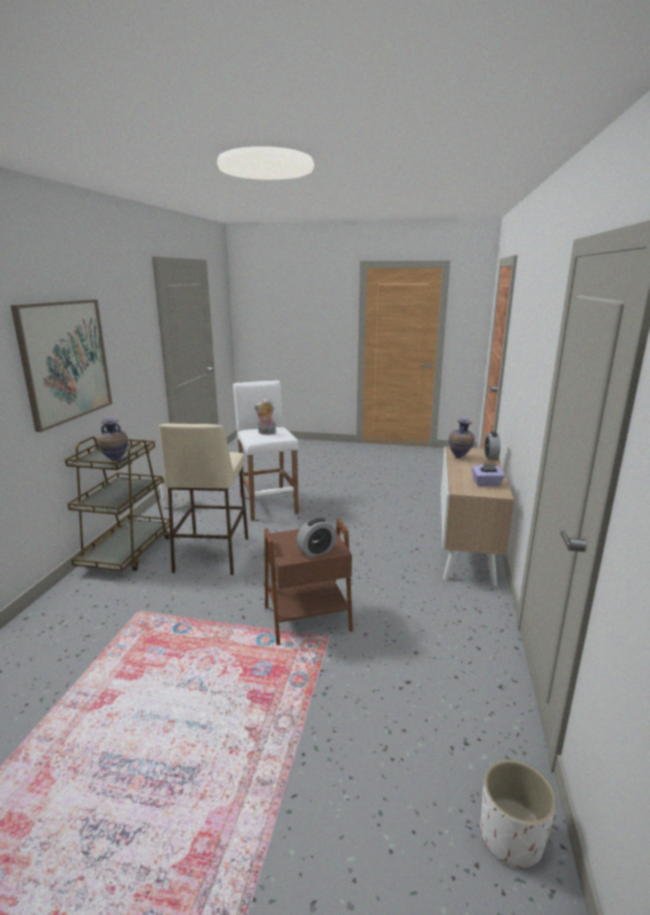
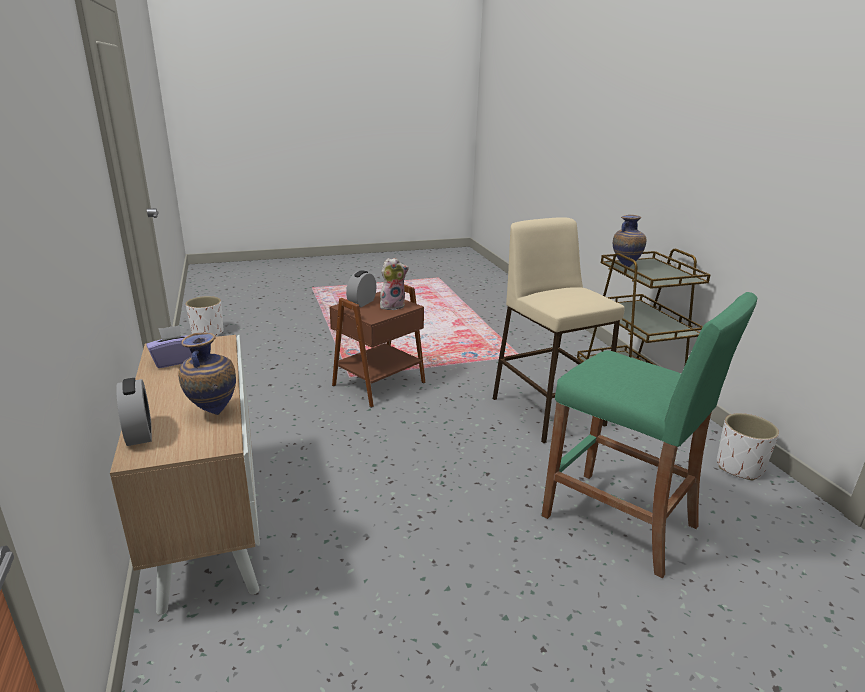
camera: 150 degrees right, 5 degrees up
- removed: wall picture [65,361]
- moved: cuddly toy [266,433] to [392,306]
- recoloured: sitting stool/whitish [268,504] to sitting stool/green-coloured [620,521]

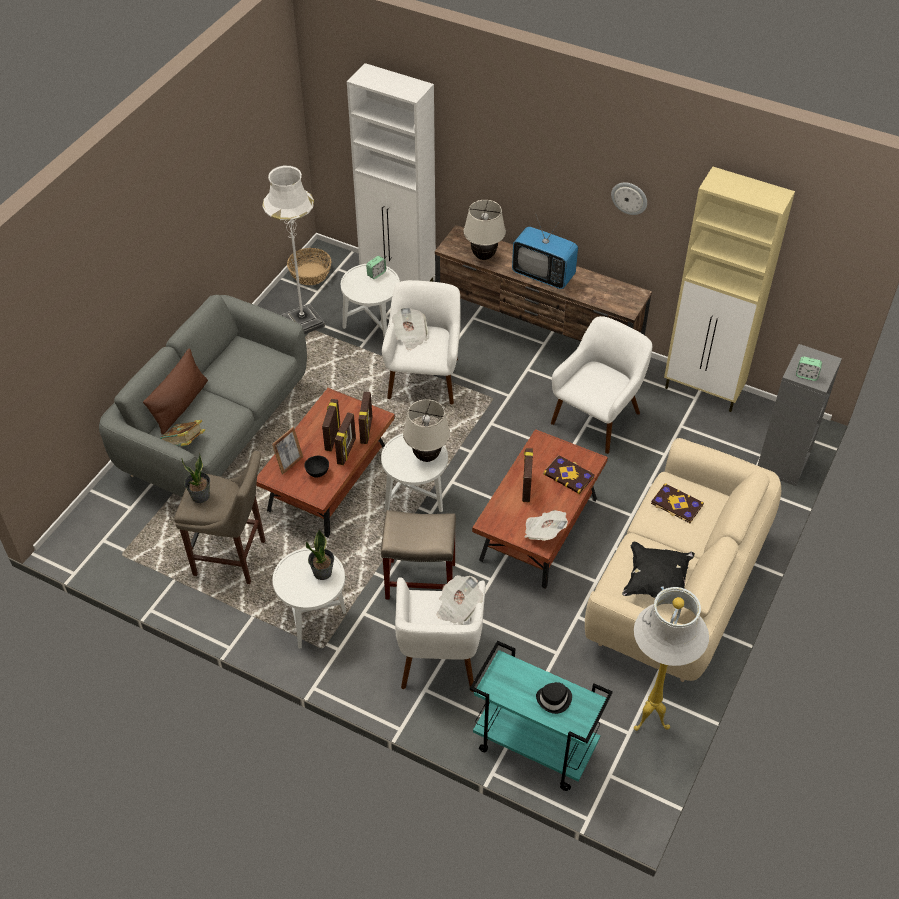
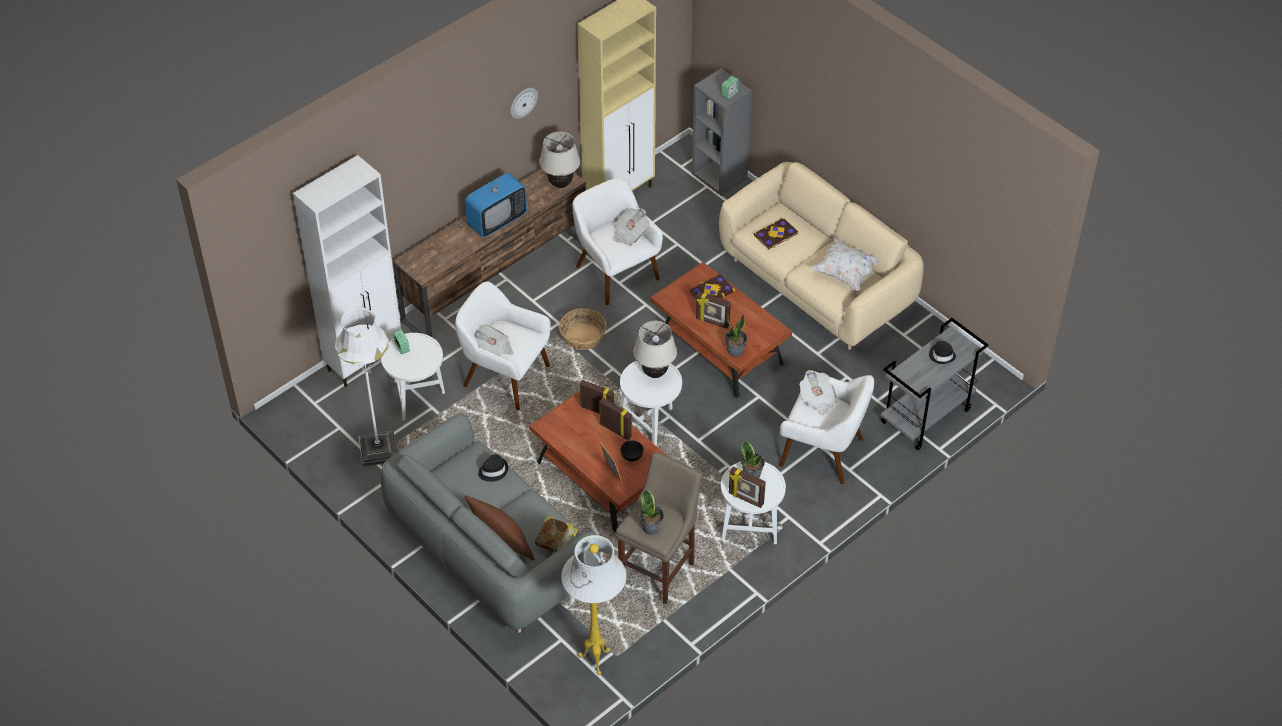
camera: 70 degrees left, 0 degrees up
- removed: sitting stool/beige [419,580]
- added: clothing hat/blackish [493,470]
- added: plant in a pot [735,351]
- moved: basket [310,274] to [582,337]
- moved: standing frame [332,437] to [745,499]
- moved: table lamp/beige [483,256] to [560,184]
- moved: daily paper [544,532] to [630,234]
- moved: standard lamp/whitish [649,722] to [596,661]
- recoloured: cart/turquoise-coloured [533,747] to cart/grey [926,417]
- recoloured: pillow/blackish [657,582] to pillow/whitish [845,272]

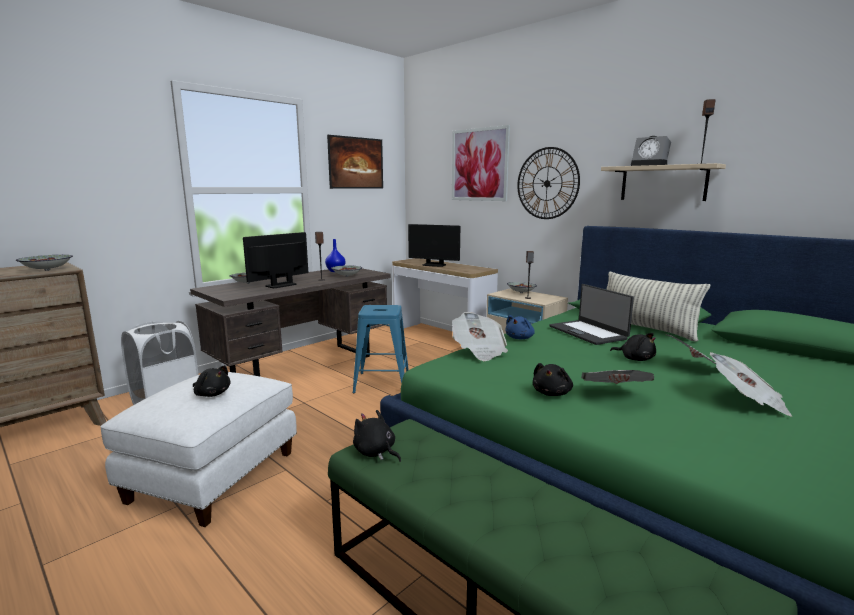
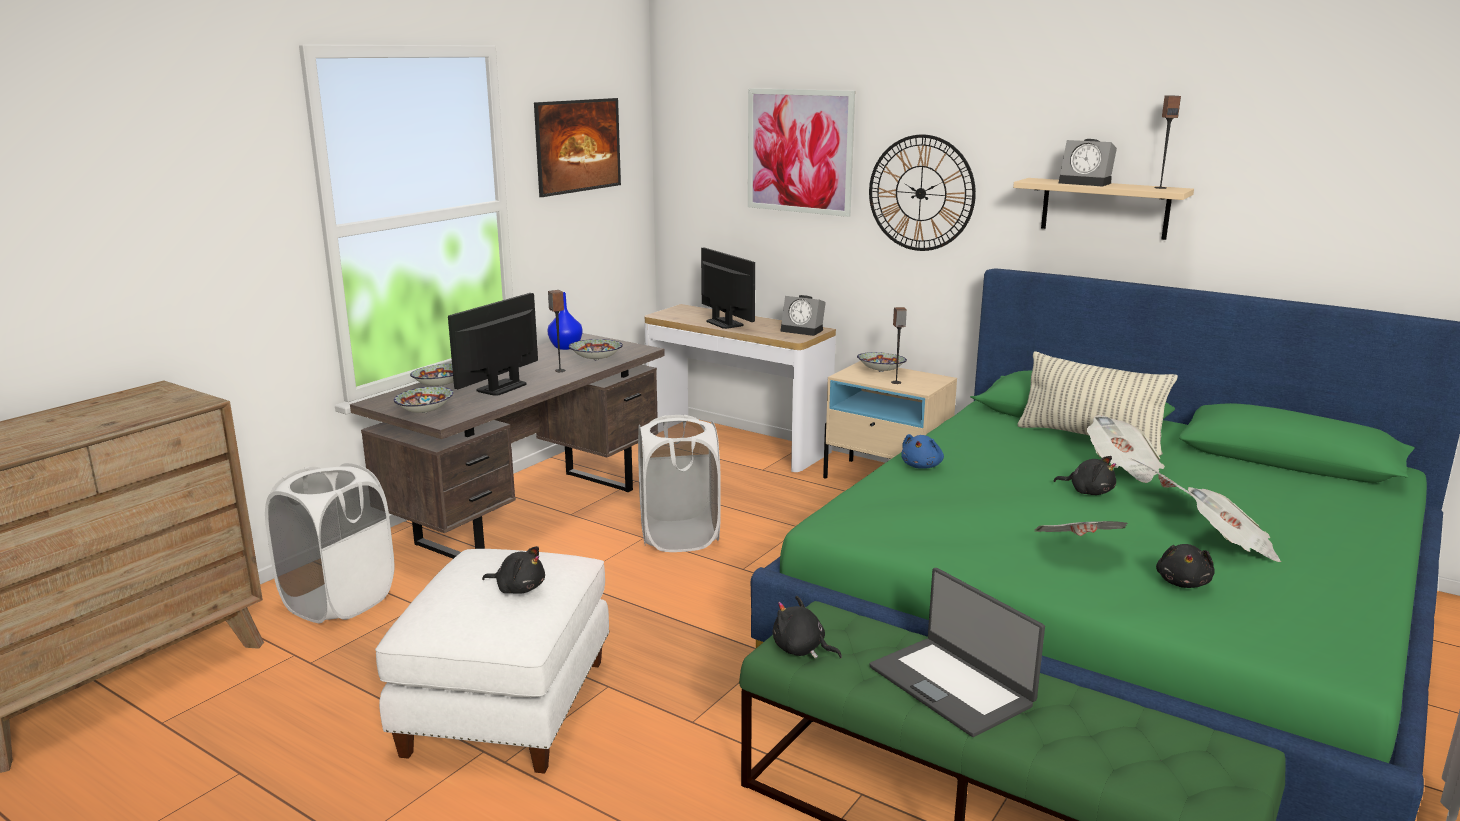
camera: 10 degrees left, 5 degrees up
- added: alarm clock [804,330]
- moved: deep dish [47,270] to [425,412]
- moved: daily paper [479,351] to [1123,468]
- moved: cuddly toy/blackish [552,393] to [1183,582]
- moved: portable computer [588,332] to [952,685]
- replaced: sitting stool/blue [382,383] to laundry basket/whitish [679,537]
- turned: computer screen [434,265] = [724,323] 135 degrees counterclockwise

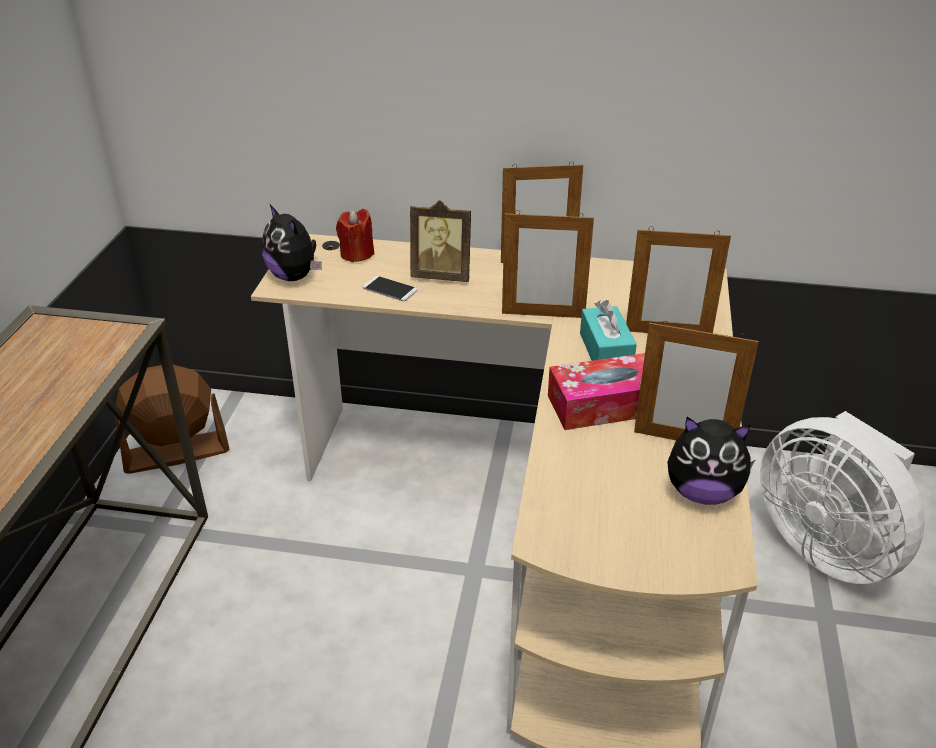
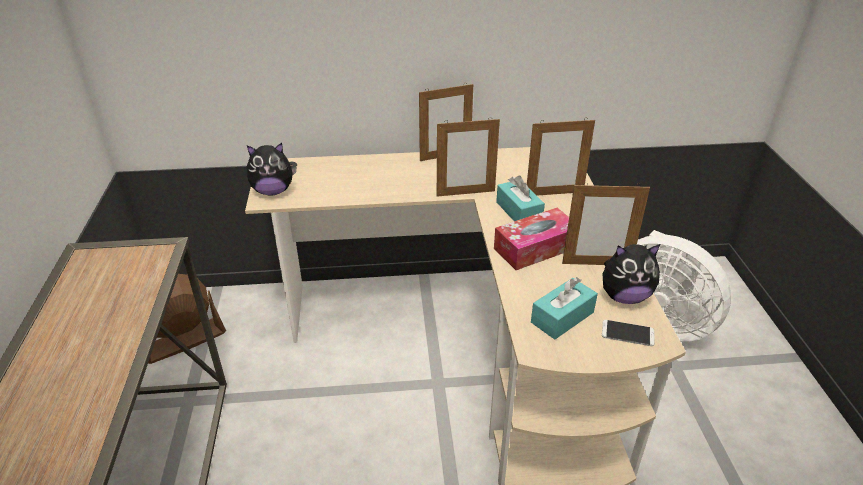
camera: 15 degrees left, 0 degrees up
- removed: wax candle/reddish [357,254]
- removed: standing frame [442,275]
- added: box of tissues/turquoise-coloured [562,317]
- moved: phone [390,289] to [627,333]
- turned: cuddly toy [294,276] = [273,191] 45 degrees counterclockwise

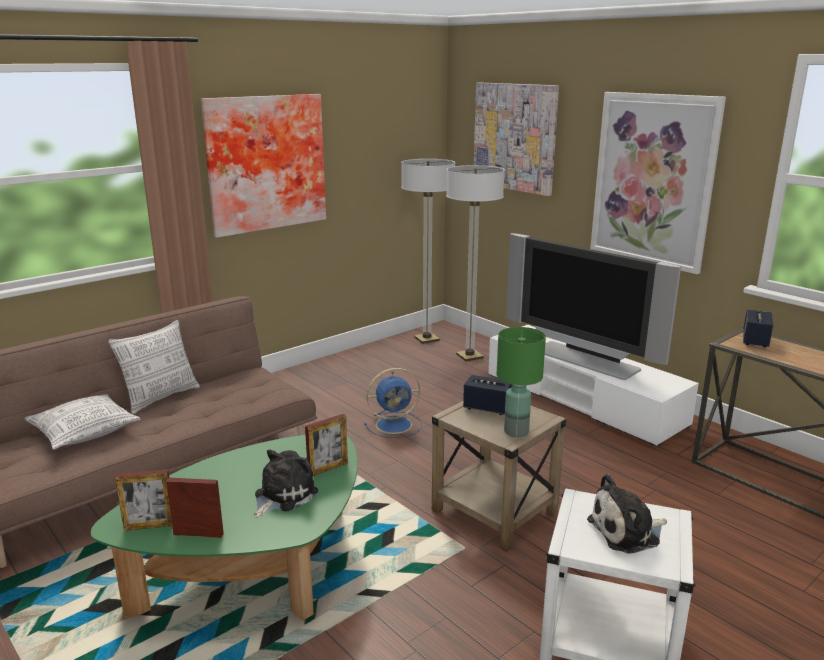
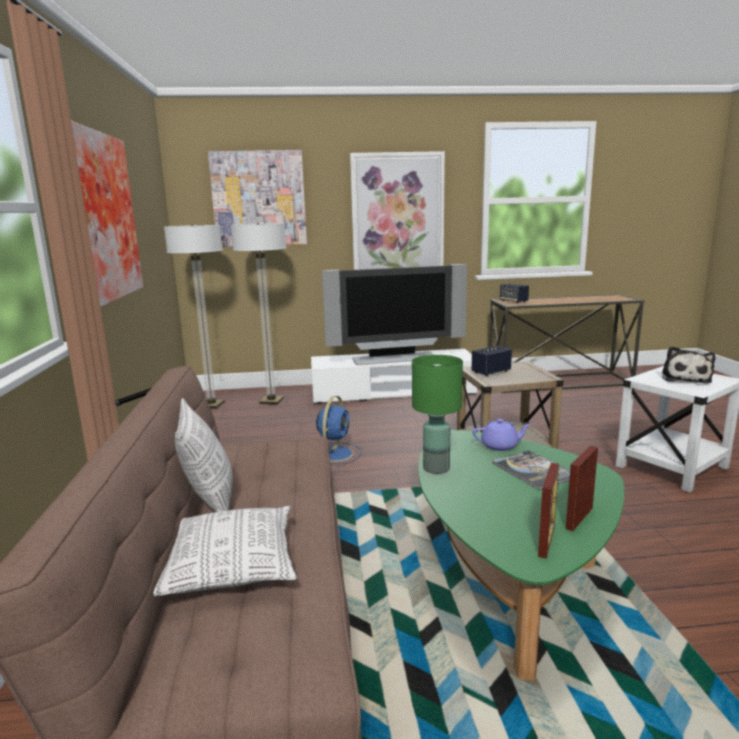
camera: 55 degrees left, 5 degrees down
- moved: table lamp/green-coloured [516,432] to [437,468]
- replaced: cuddly toy [282,495] to book [533,470]
- replaced: standing frame [328,468] to pot for tea/purplish [500,446]

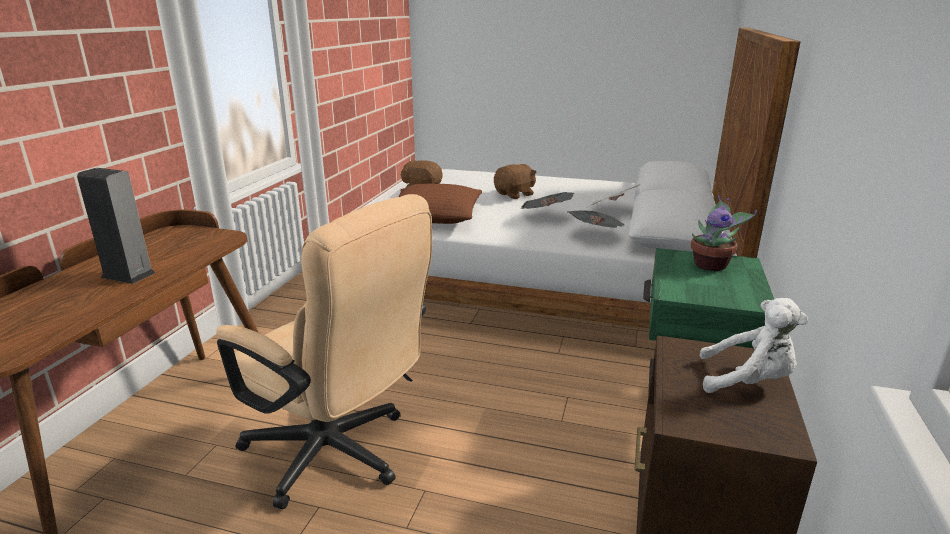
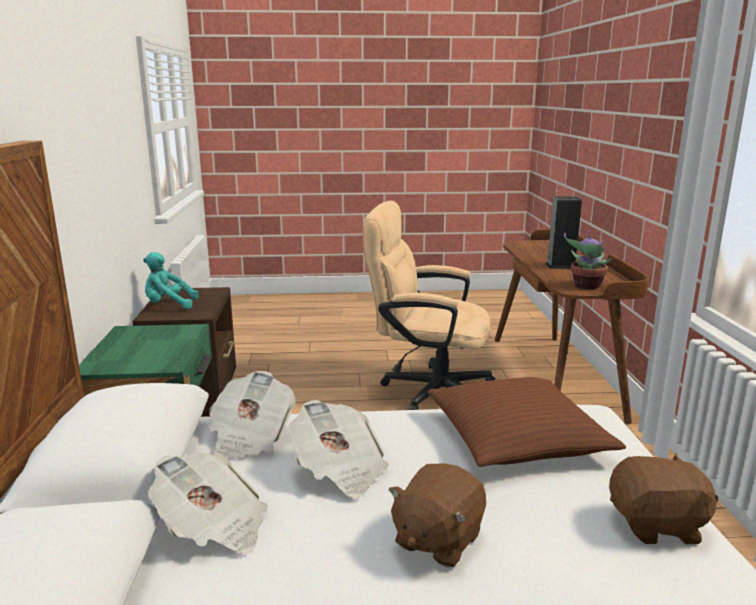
camera: 160 degrees right, 5 degrees down
- moved: plant in a pot [712,265] to [585,286]
- recoloured: cuddly toy/whitish [748,381] to cuddly toy/turquoise-coloured [168,305]

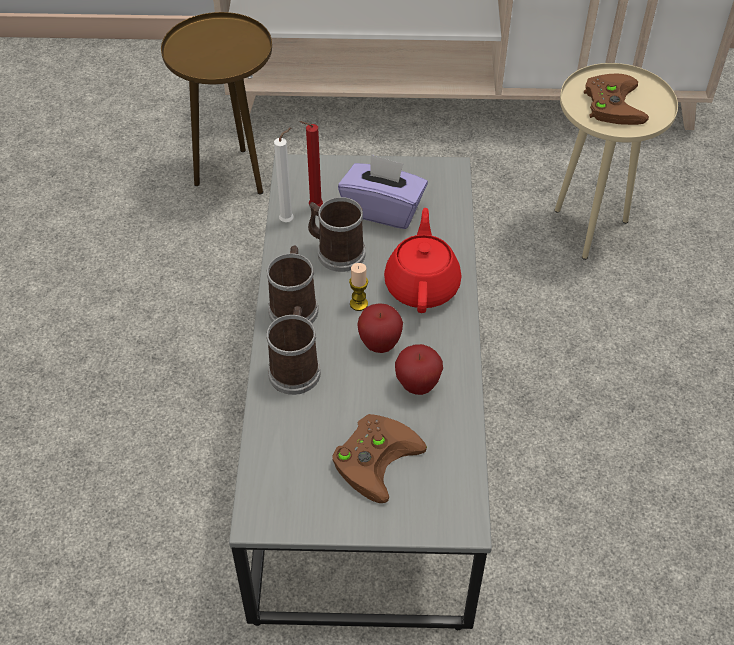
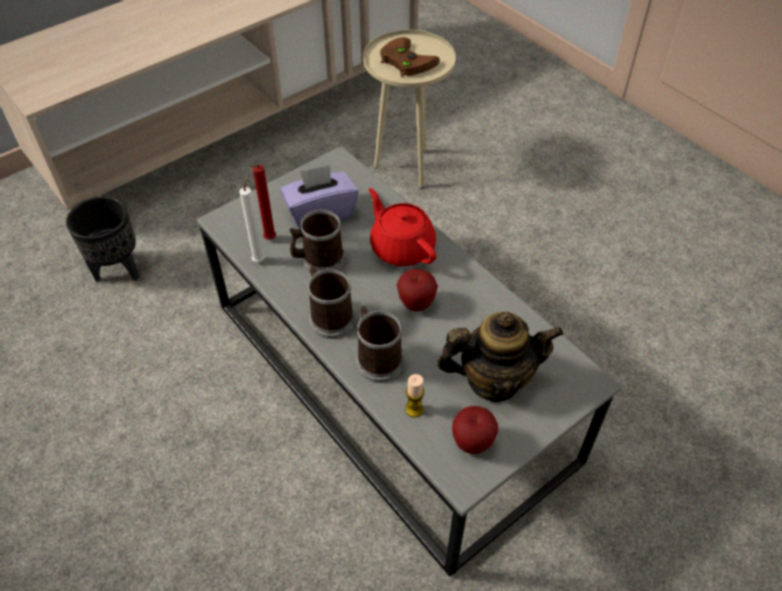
camera: 40 degrees left, 0 degrees up
- moved: wax candle [358,304] to [414,409]
- moved: whole apple [417,385] to [472,443]
- replaced: side table/brown [233,175] to plant pot/blackish [119,270]
- replaced: joypad/brown [375,456] to pot for tea [493,379]

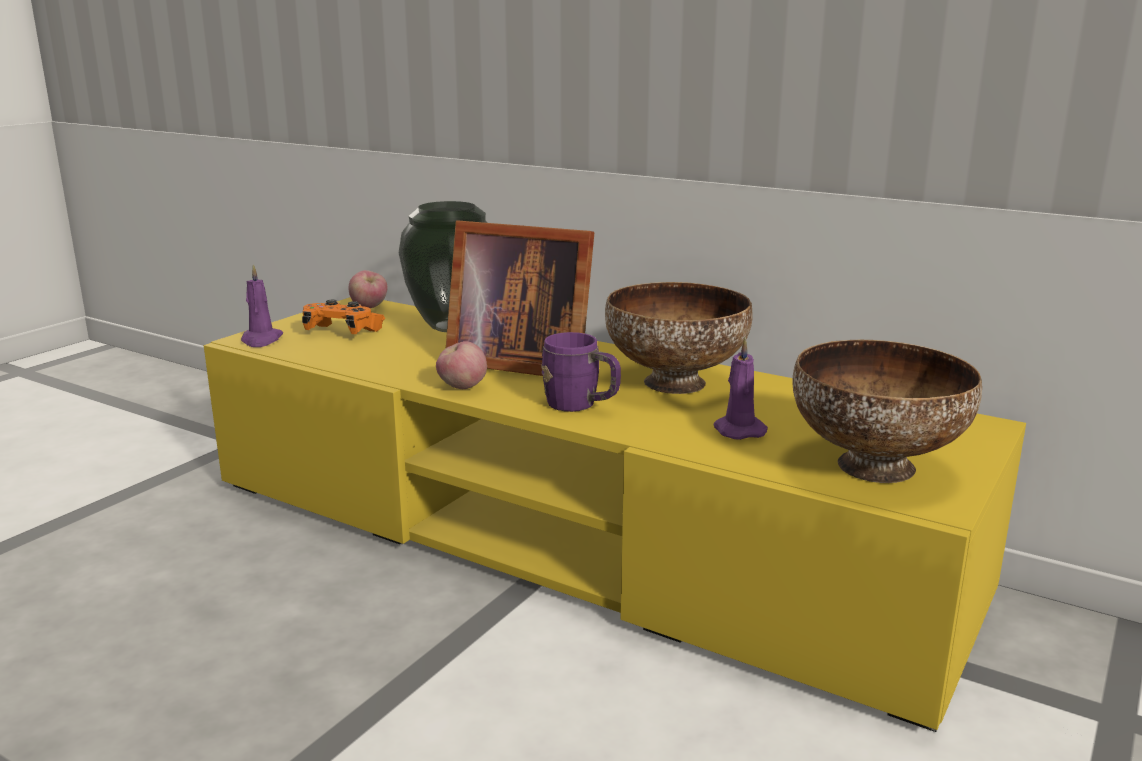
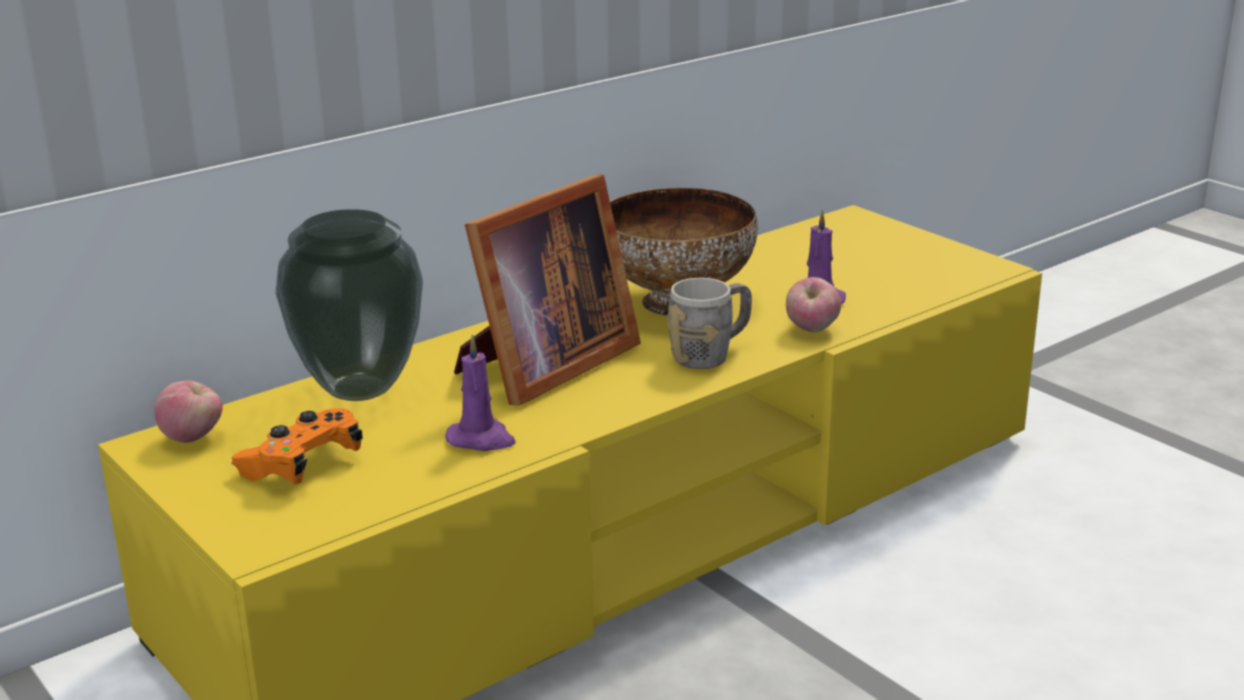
camera: 70 degrees left, 5 degrees up
- removed: deep dish [872,467]
- moved: wax candle/purplish [261,340] to [482,439]
- moved: whole apple [462,387] to [812,330]
- recoloured: coffee mug/purplish [581,406] to coffee mug/grey [711,354]

